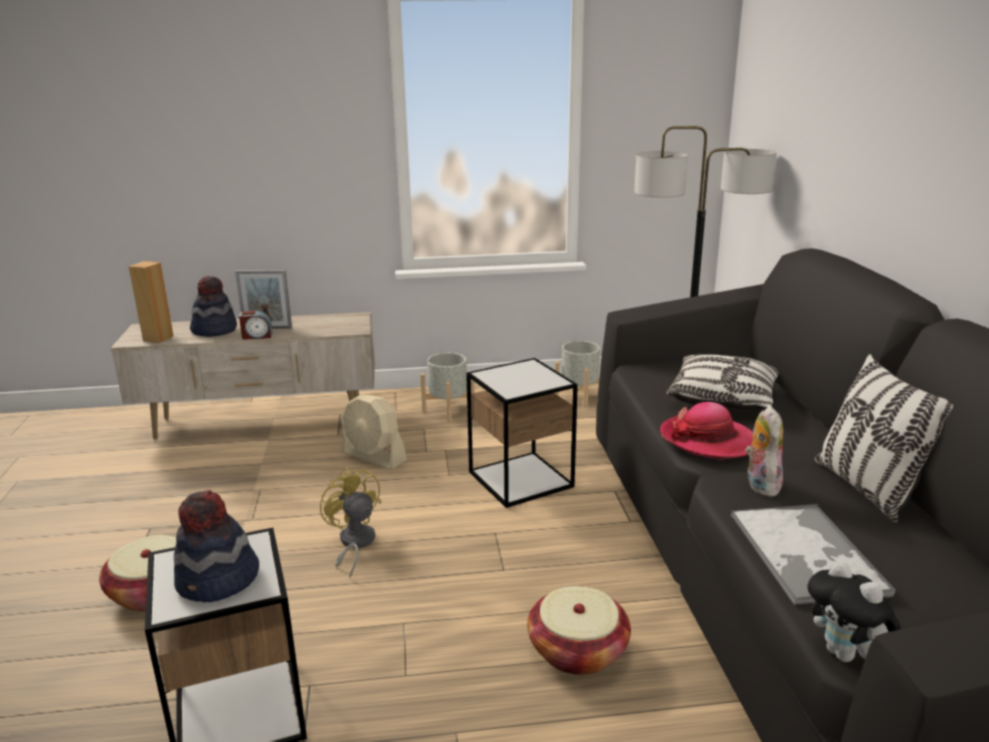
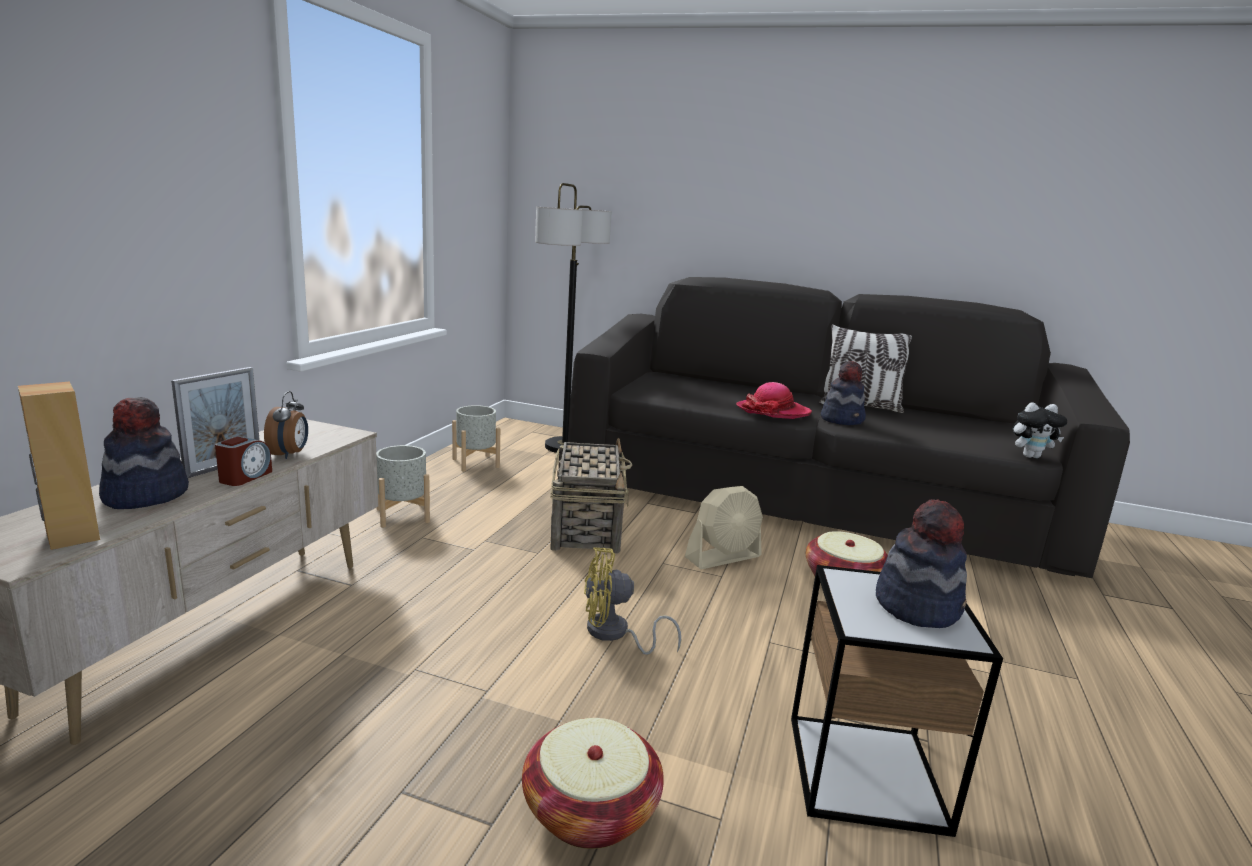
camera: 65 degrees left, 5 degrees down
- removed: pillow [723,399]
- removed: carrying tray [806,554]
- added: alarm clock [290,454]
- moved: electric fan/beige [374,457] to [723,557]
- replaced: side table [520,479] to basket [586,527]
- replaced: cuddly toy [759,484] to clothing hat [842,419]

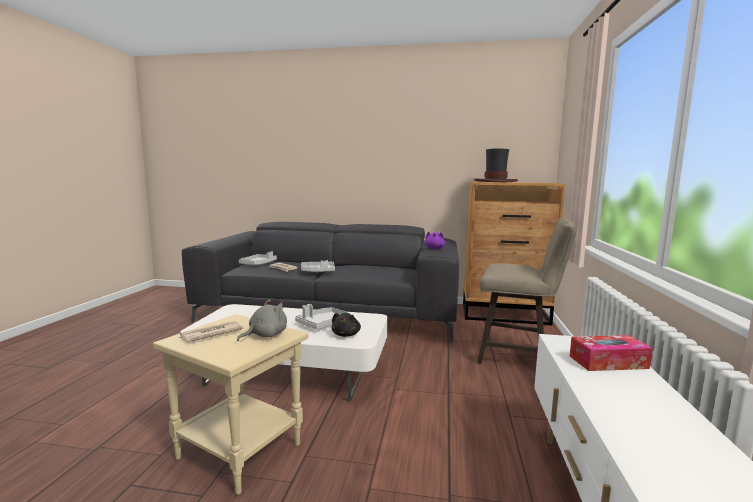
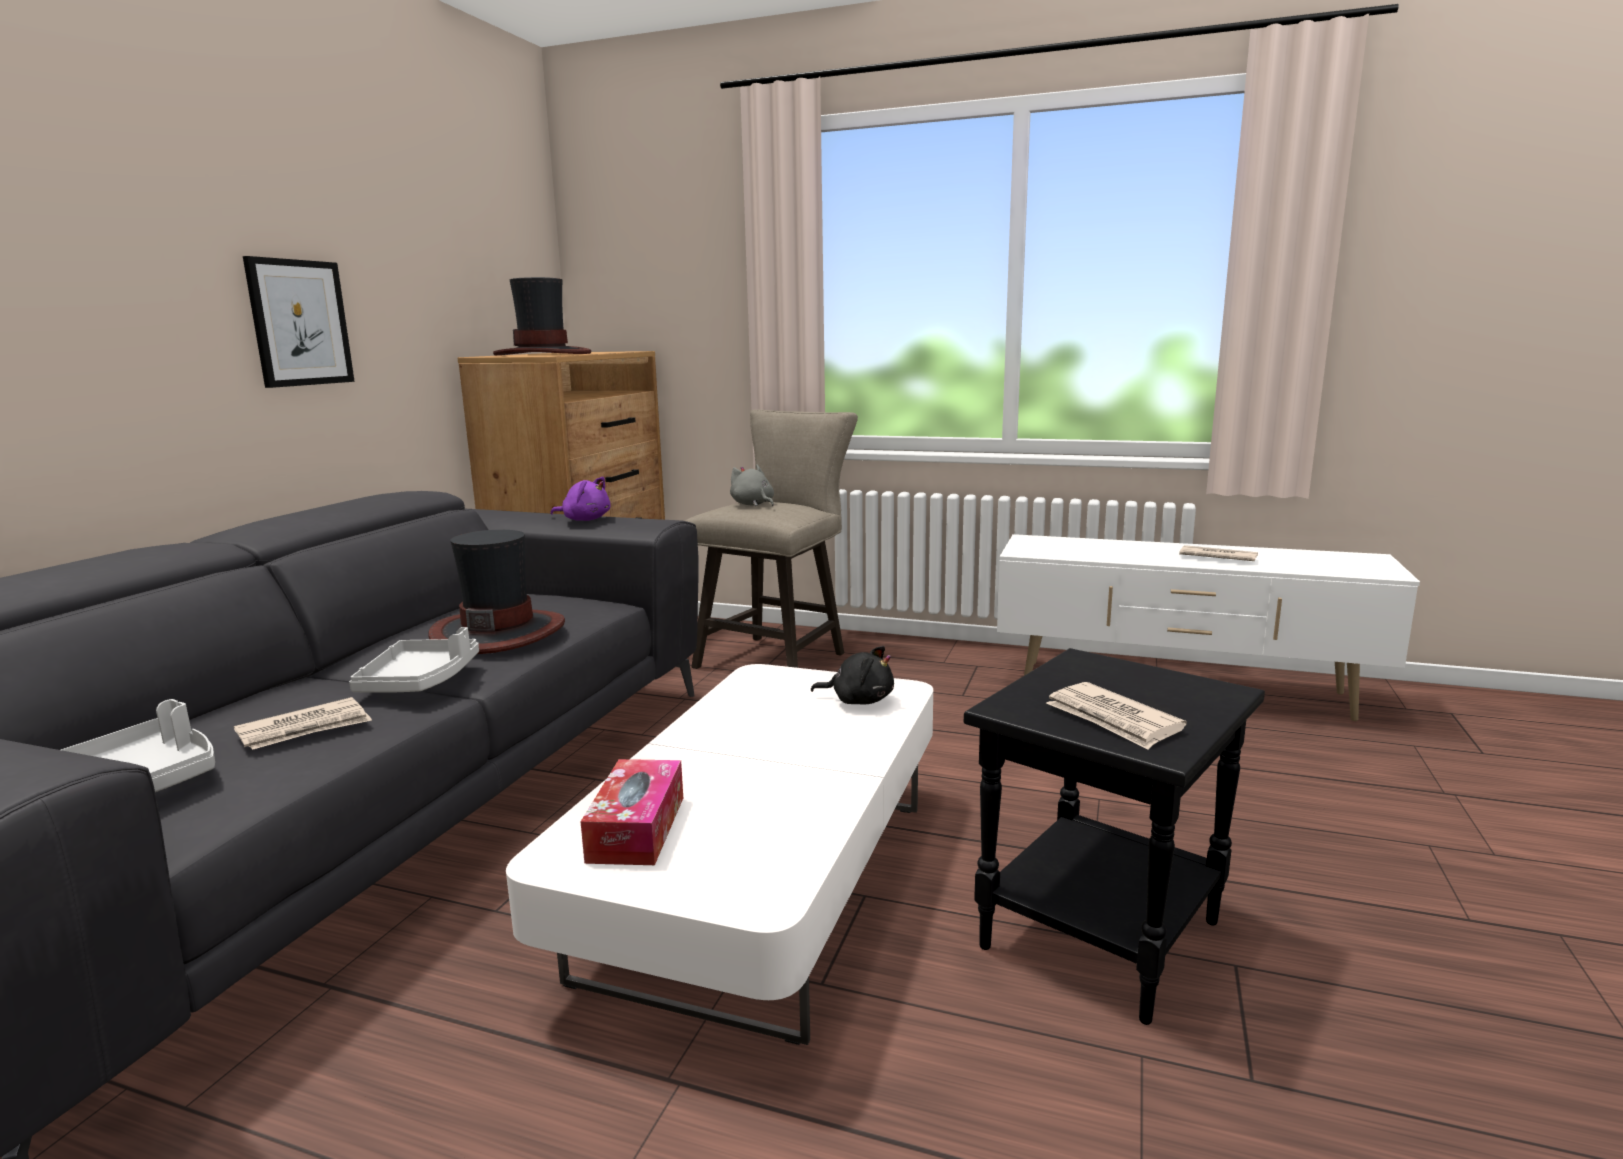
camera: 80 degrees left, 5 degrees up
- removed: carrying tray/grey [322,324]
- added: wall picture [300,323]
- added: clothing hat [499,632]
- added: daily paper [1216,557]
- moved: cuddly toy/grey [265,335] to [753,505]
- moved: box of tissues [608,362] to [637,828]
- recoloured: side table/beige [237,452] to side table/blackish [1102,938]

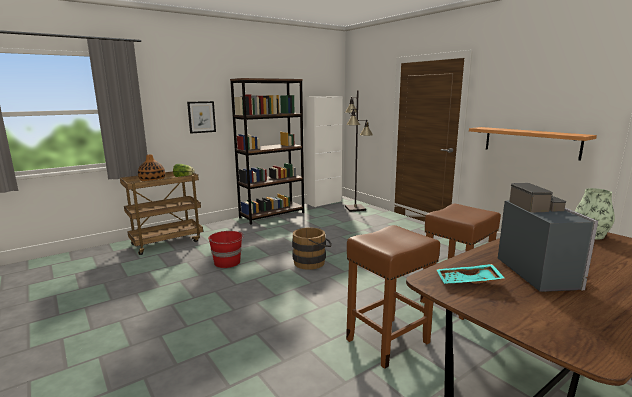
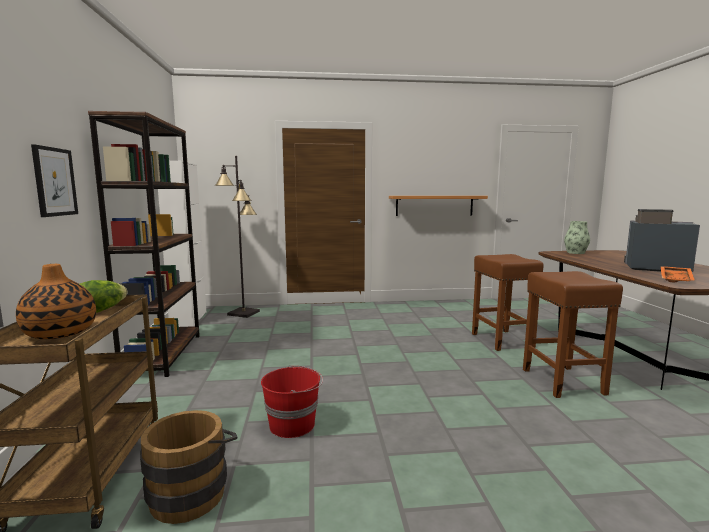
camera: 60 degrees left, 5 degrees down
- moved: bucket/brown [312,262] to [192,491]
- recoloured: carrying tray/turquoise-coloured [468,282] to carrying tray/orange-coloured [677,279]

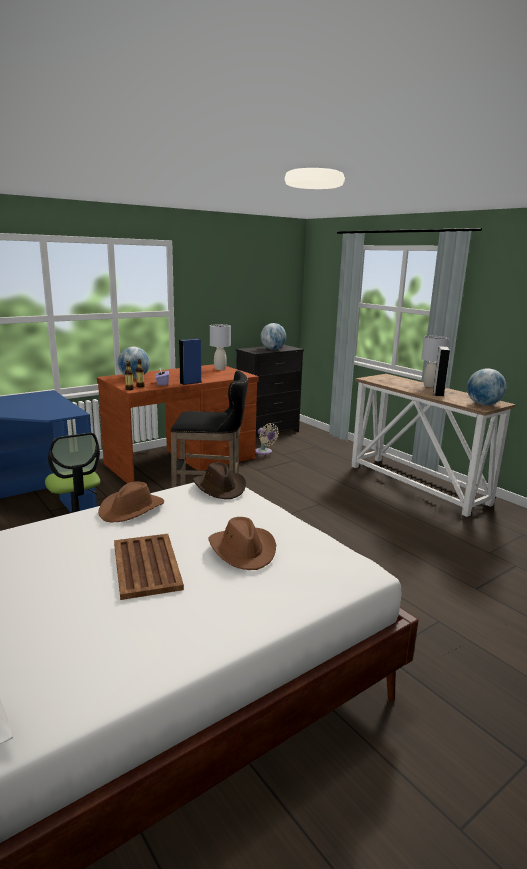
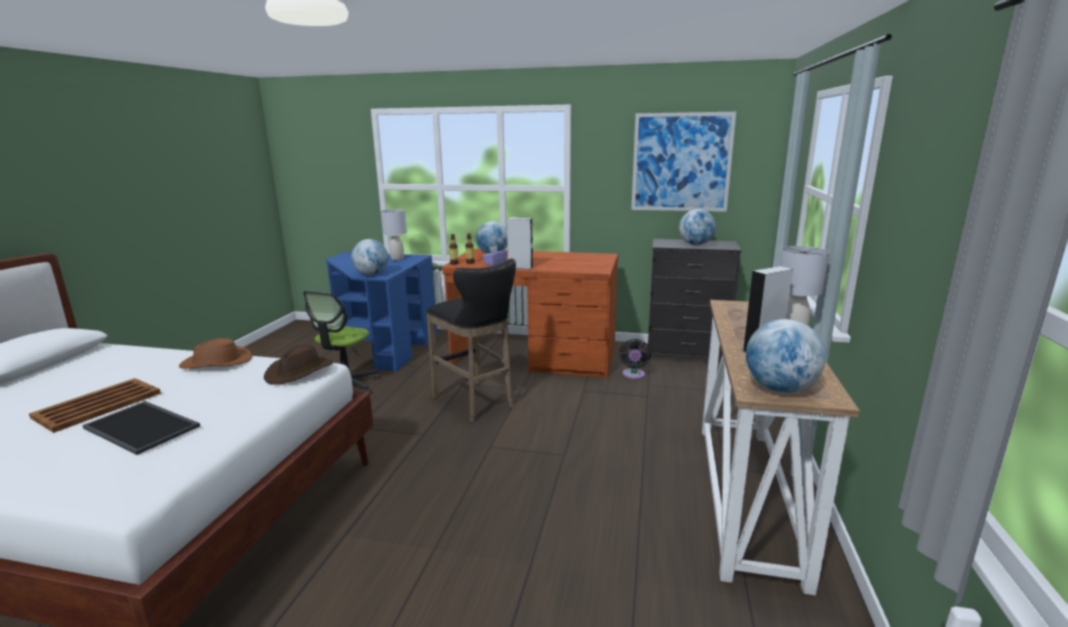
camera: 50 degrees right, 0 degrees up
- added: world globe [371,274]
- added: wall picture [681,162]
- moved: table lamp/grey [219,369] to [397,259]
- replaced: clothing hat/brown [243,550] to carrying tray [144,426]
- recoloured: loudspeaker/blue [190,382] to loudspeaker/grey [520,267]
- recoloured: electric fan/beige [264,452] to electric fan/blackish [633,375]

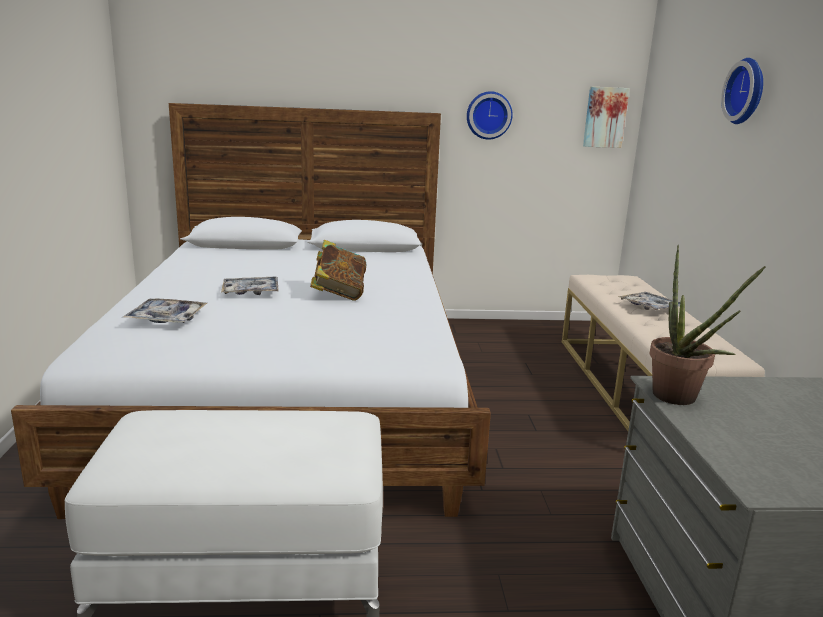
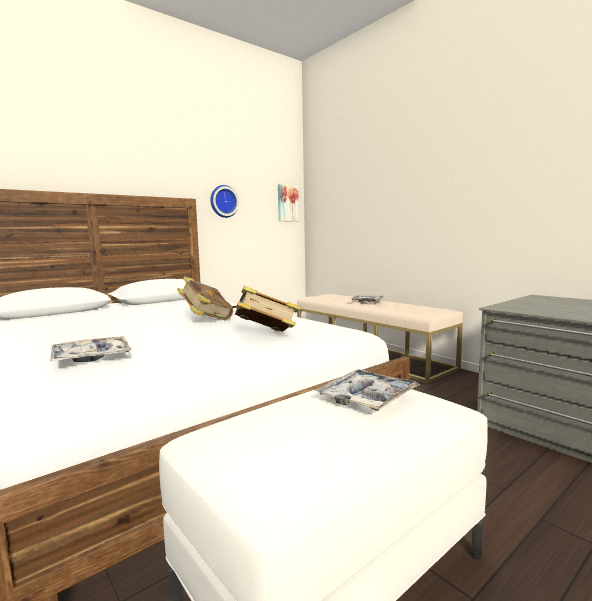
camera: 35 degrees left, 10 degrees down
- removed: plant in a pot [680,400]
- removed: hanging clock [747,91]
- added: book [264,336]
- moved: carrying tray [251,292] to [367,398]

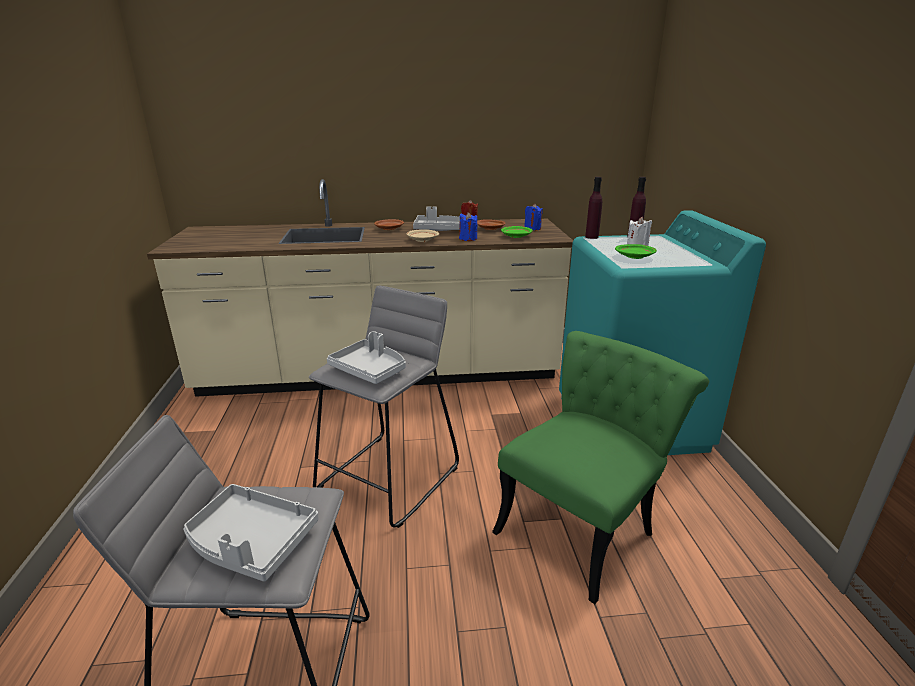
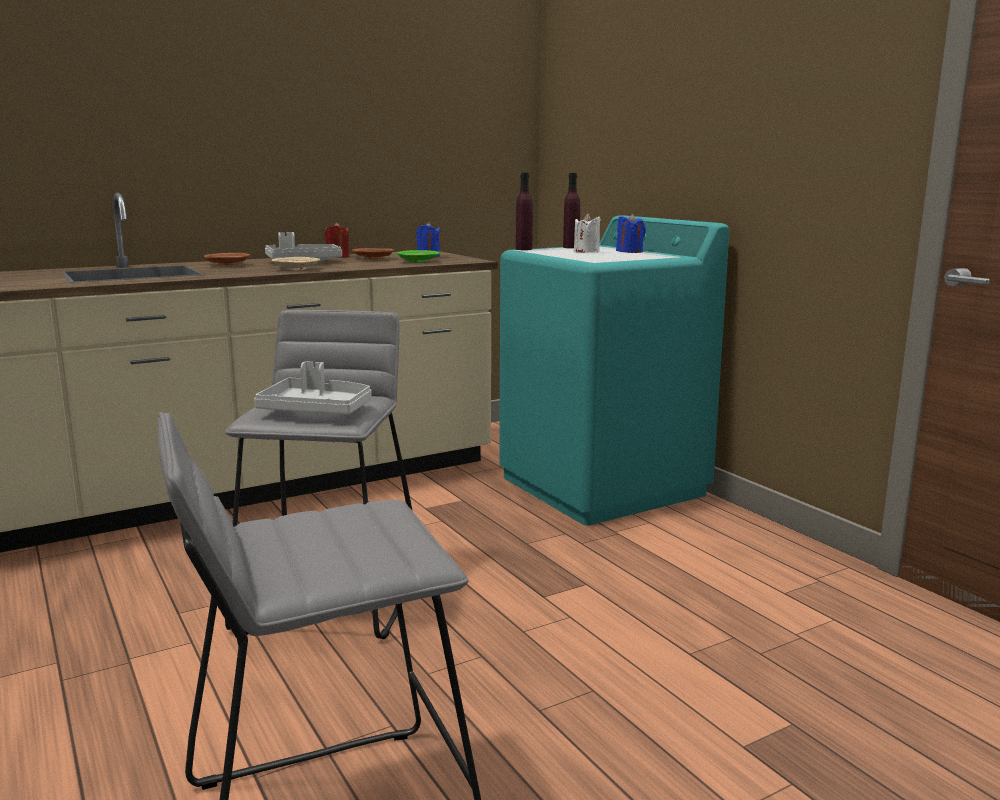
camera: 25 degrees left, 10 degrees down
- removed: carrying tray/grey [250,542]
- removed: upright chair/green-coloured [584,525]
- removed: dinner plate/green-coloured [635,257]
- moved: wax candle/blue [468,238] to [629,251]

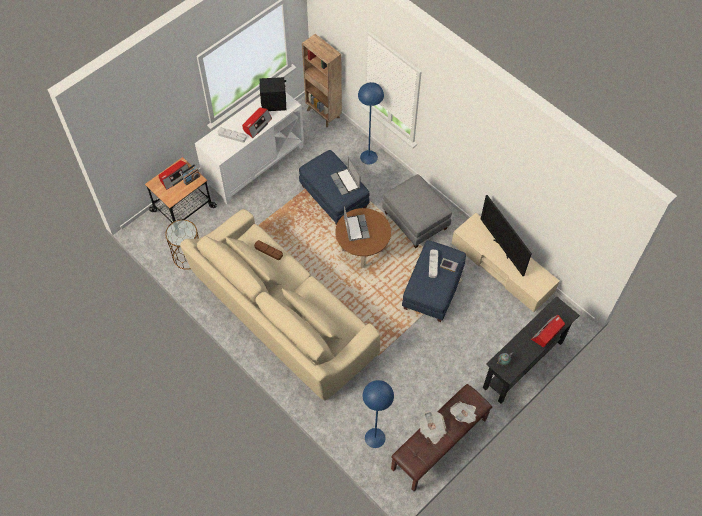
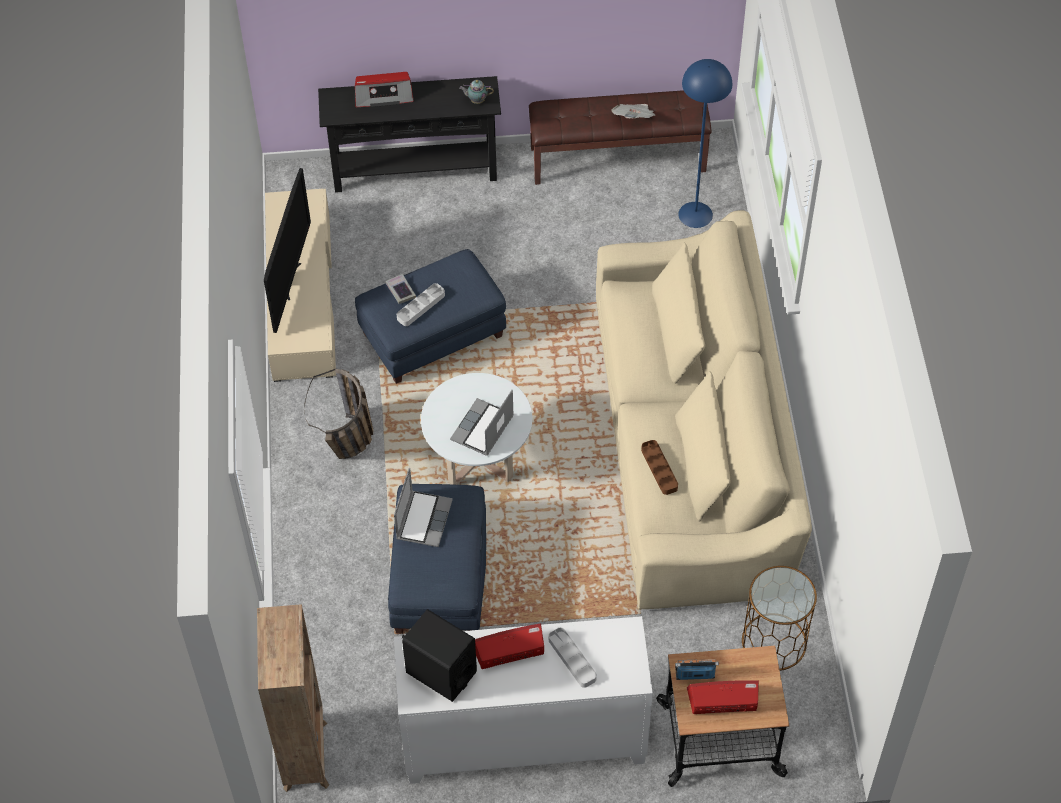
camera: 140 degrees left, 5 degrees down
- removed: standard lamp/blue [369,157]
- removed: daily paper [463,414]
- replaced: ottoman/grey [416,220] to basket [350,447]
- recoloured: low table/brown [362,250] to low table/whitish [478,458]

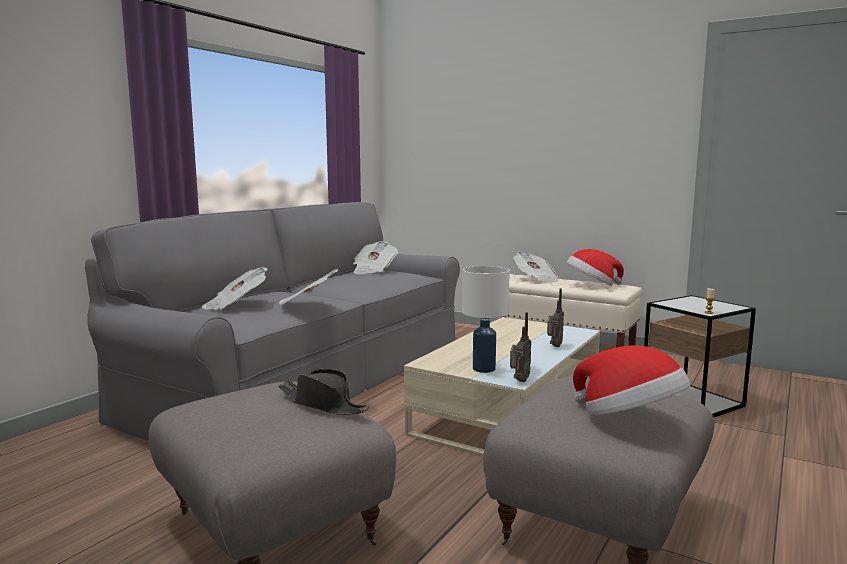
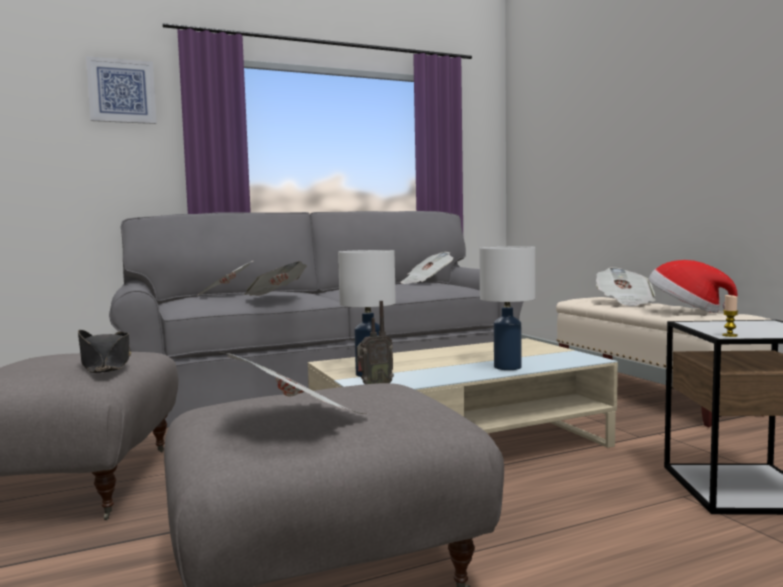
camera: 35 degrees right, 5 degrees down
- added: wall picture [122,91]
- replaced: radio set [554,346] to table lamp/whitish [507,367]
- replaced: clothing hat [629,419] to daily paper [297,421]

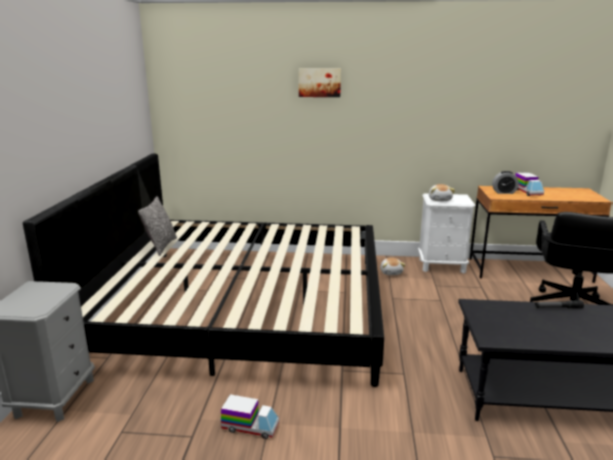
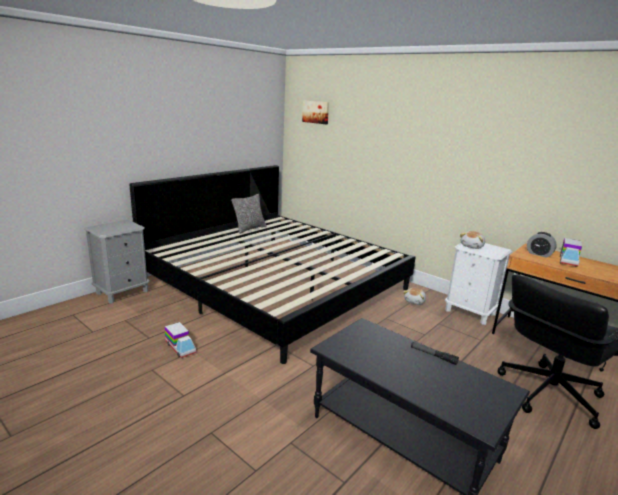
camera: 35 degrees right, 0 degrees up
- moved: wall picture [319,82] to [316,112]

